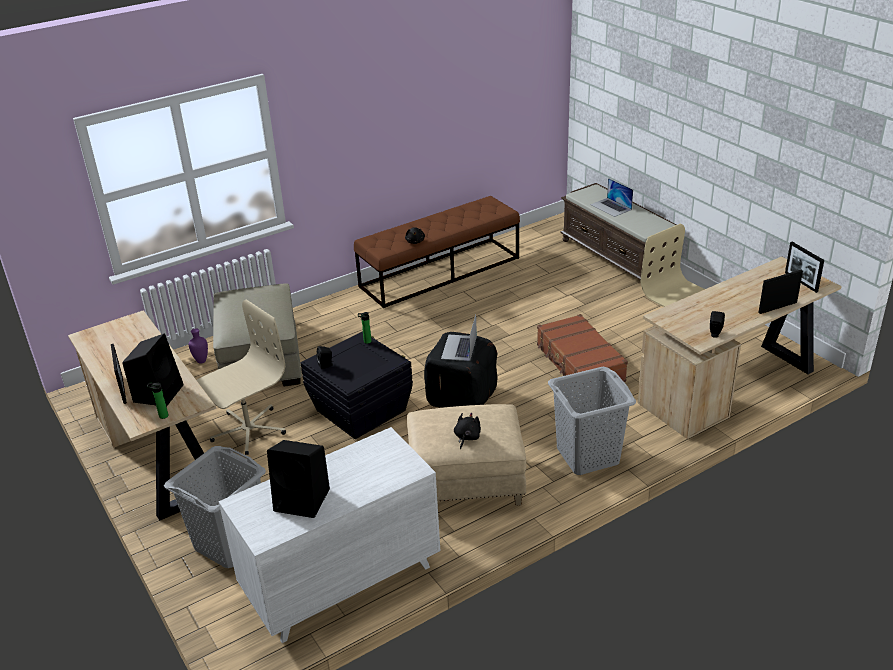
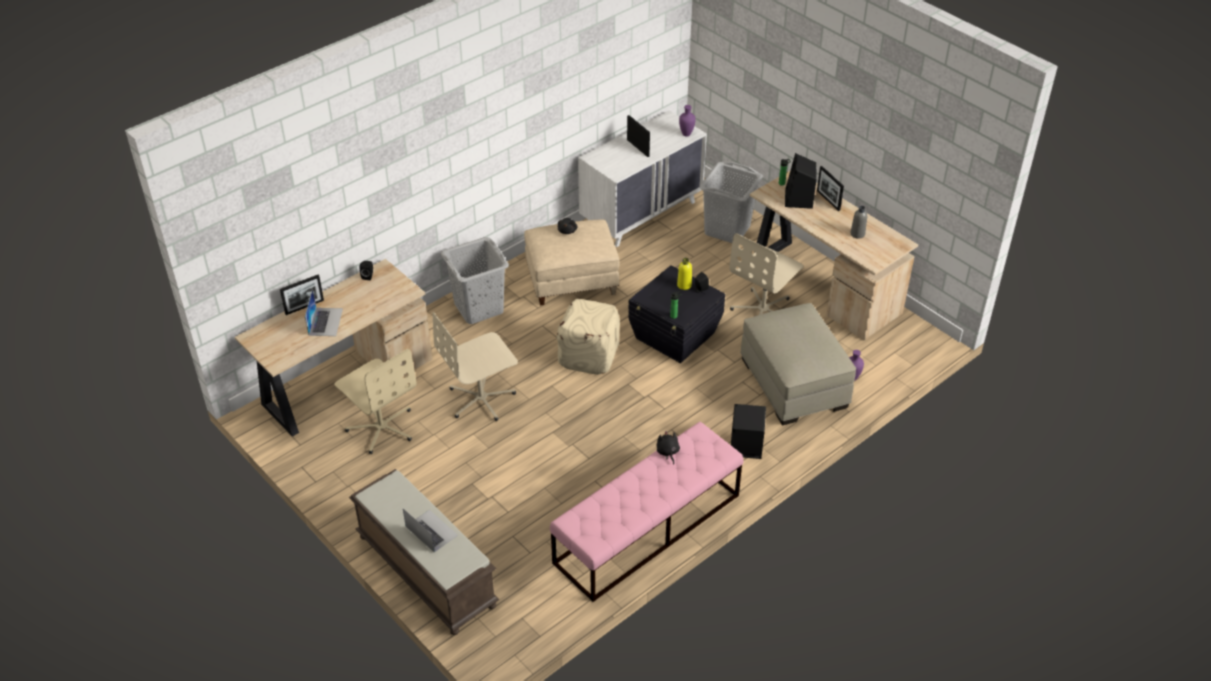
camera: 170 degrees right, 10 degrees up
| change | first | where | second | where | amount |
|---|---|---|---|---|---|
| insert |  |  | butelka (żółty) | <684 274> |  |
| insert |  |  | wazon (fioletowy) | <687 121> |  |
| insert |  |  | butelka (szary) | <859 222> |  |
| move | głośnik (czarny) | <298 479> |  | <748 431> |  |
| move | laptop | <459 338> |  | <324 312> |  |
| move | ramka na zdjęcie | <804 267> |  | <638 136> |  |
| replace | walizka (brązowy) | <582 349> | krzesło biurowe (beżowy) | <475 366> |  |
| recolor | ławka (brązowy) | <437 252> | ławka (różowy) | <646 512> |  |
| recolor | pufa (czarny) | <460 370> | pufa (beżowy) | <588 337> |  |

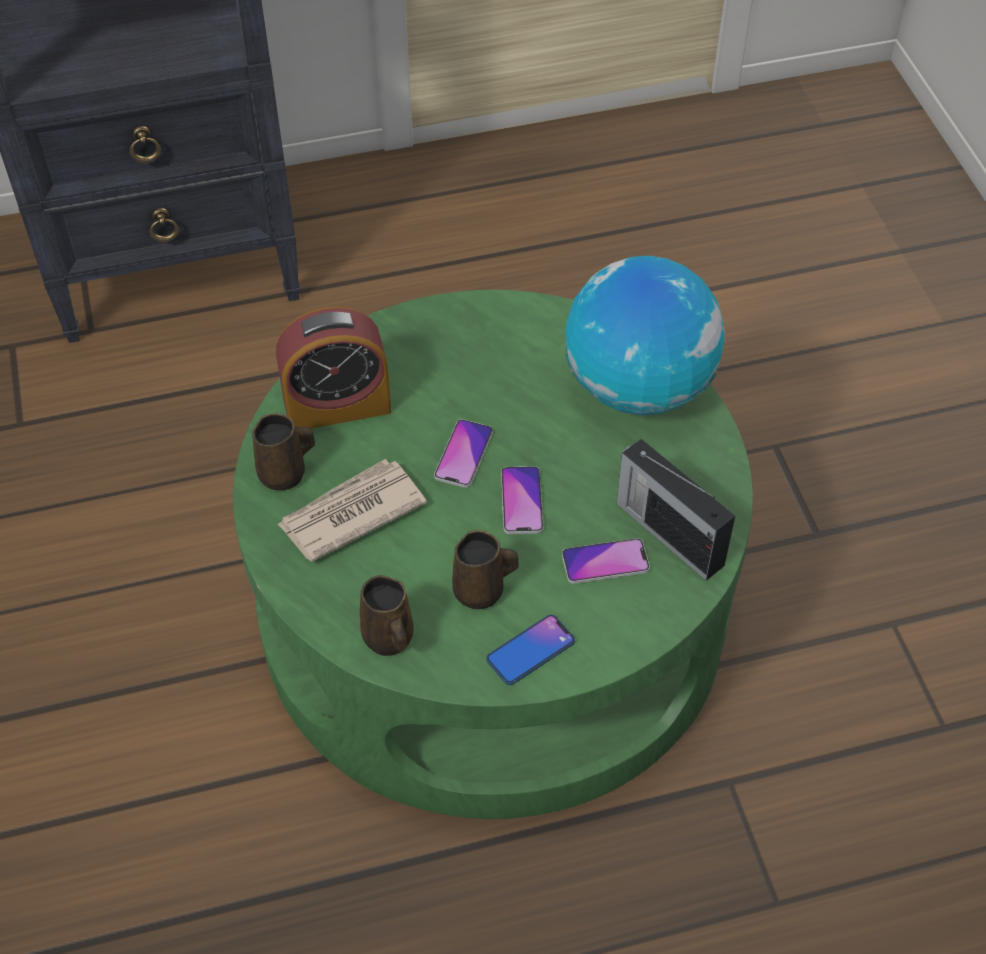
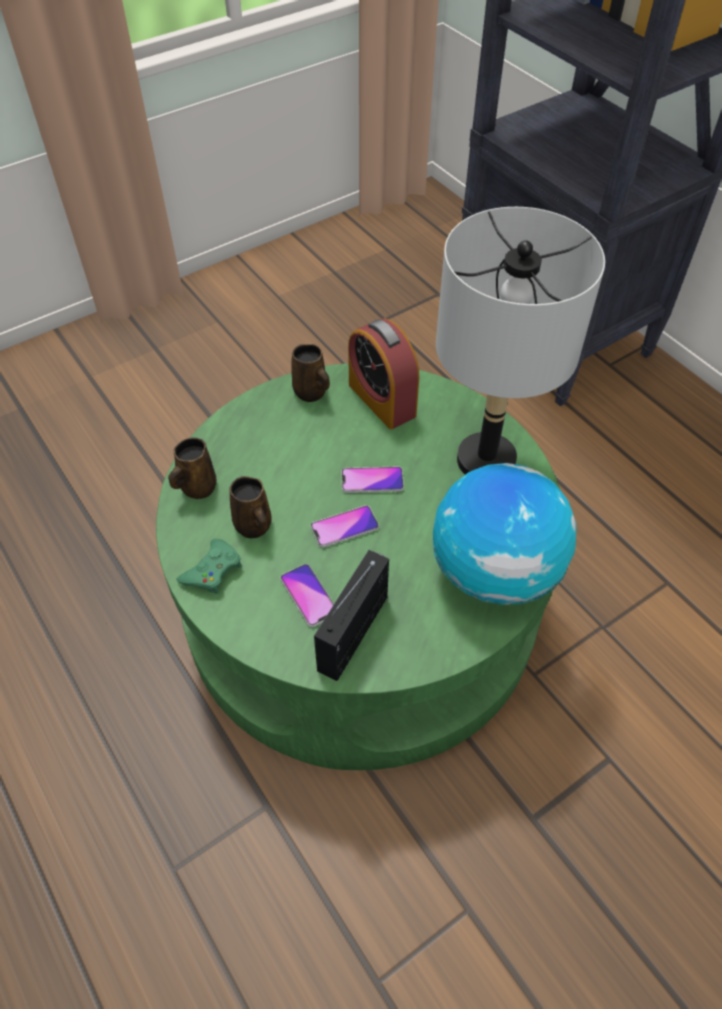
camera: 70 degrees right, 0 degrees up
| change | first | where | second | where | amount |
|---|---|---|---|---|---|
| delete | gazeta | <352 510> |  |  |  |
| insert |  |  | lampa stołowa (szary) | <520 341> |  |
| replace | telefon | <530 649> | pad do gier (zielony) | <209 566> |  |

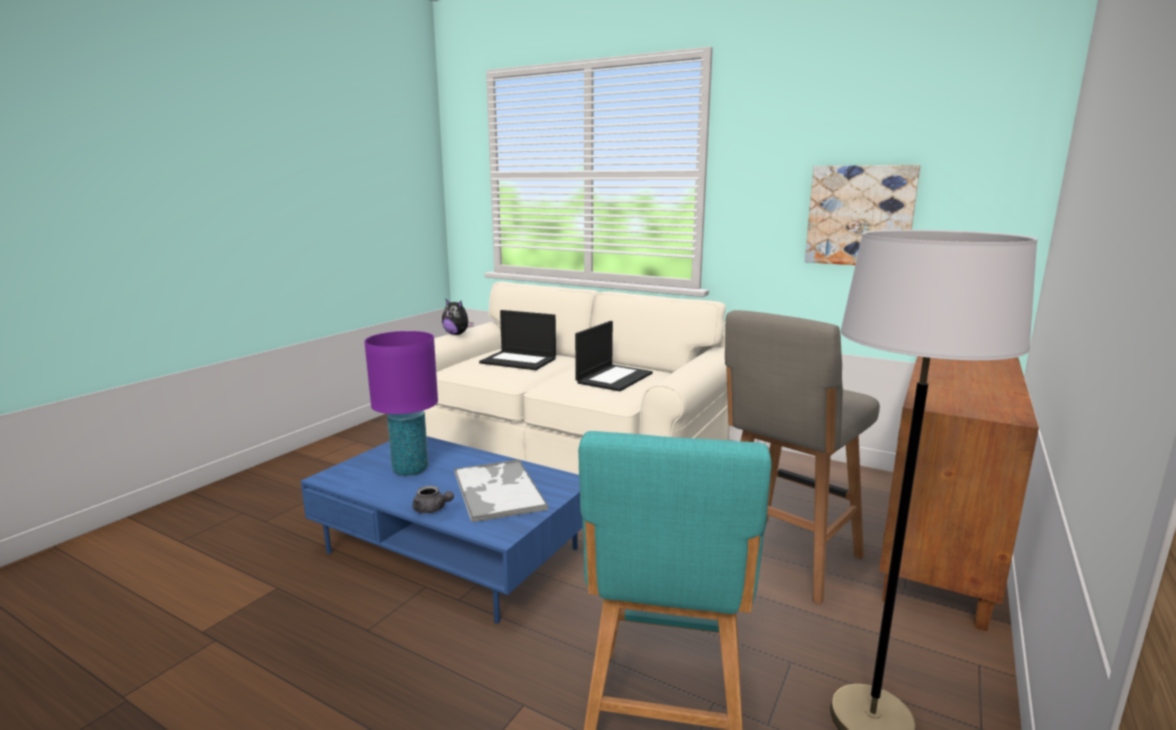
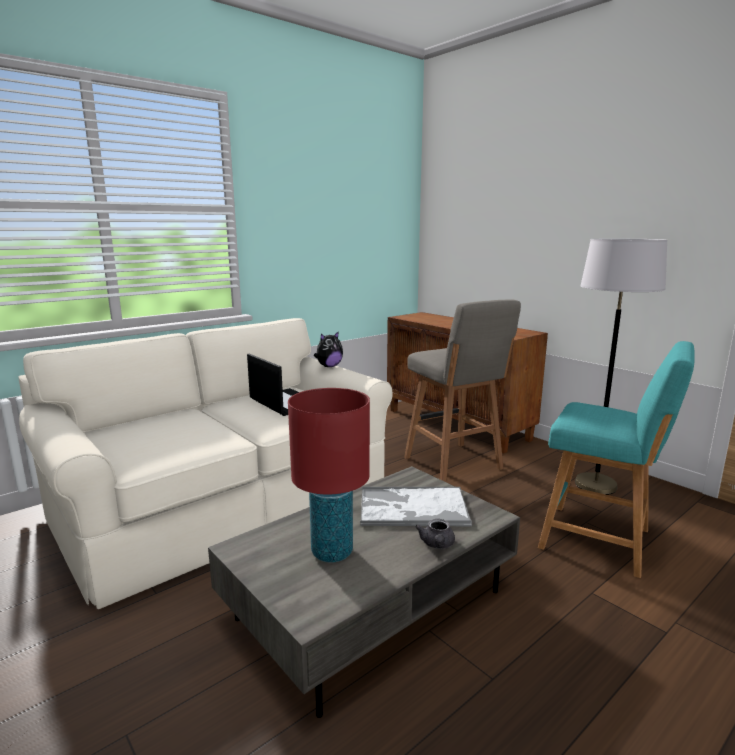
camera: 70 degrees left, 0 degrees up
| change | first | where | second | where | amount |
|---|---|---|---|---|---|
| delete | laptop | <517 340> |  |  |  |
| delete | obraz | <862 215> |  |  |  |
| move | pluszak | <457 317> |  | <328 349> |  |
| recolor | ława (niebieski) | <442 530> | ława (szary) | <364 592> |  |
| recolor | lampa stołowa (fioletowy) | <401 403> | lampa stołowa (czerwony) | <329 475> |  |
| rotate | imbryk (szary) | <433 499> |  | <435 534> | 135 degrees clockwise |

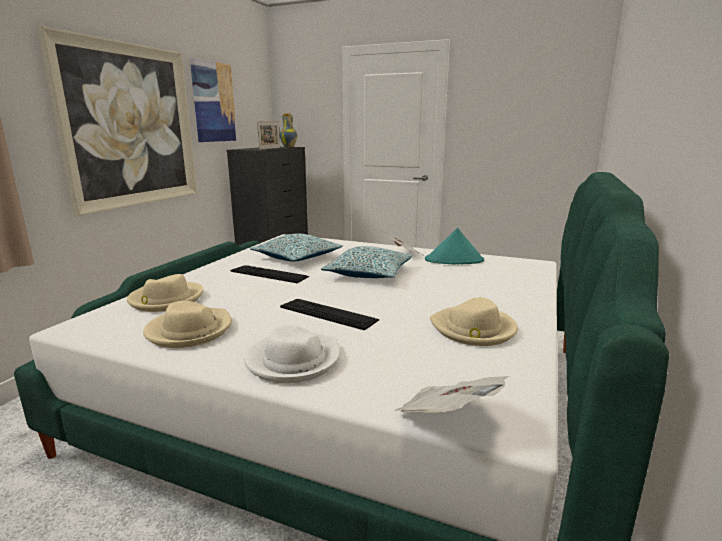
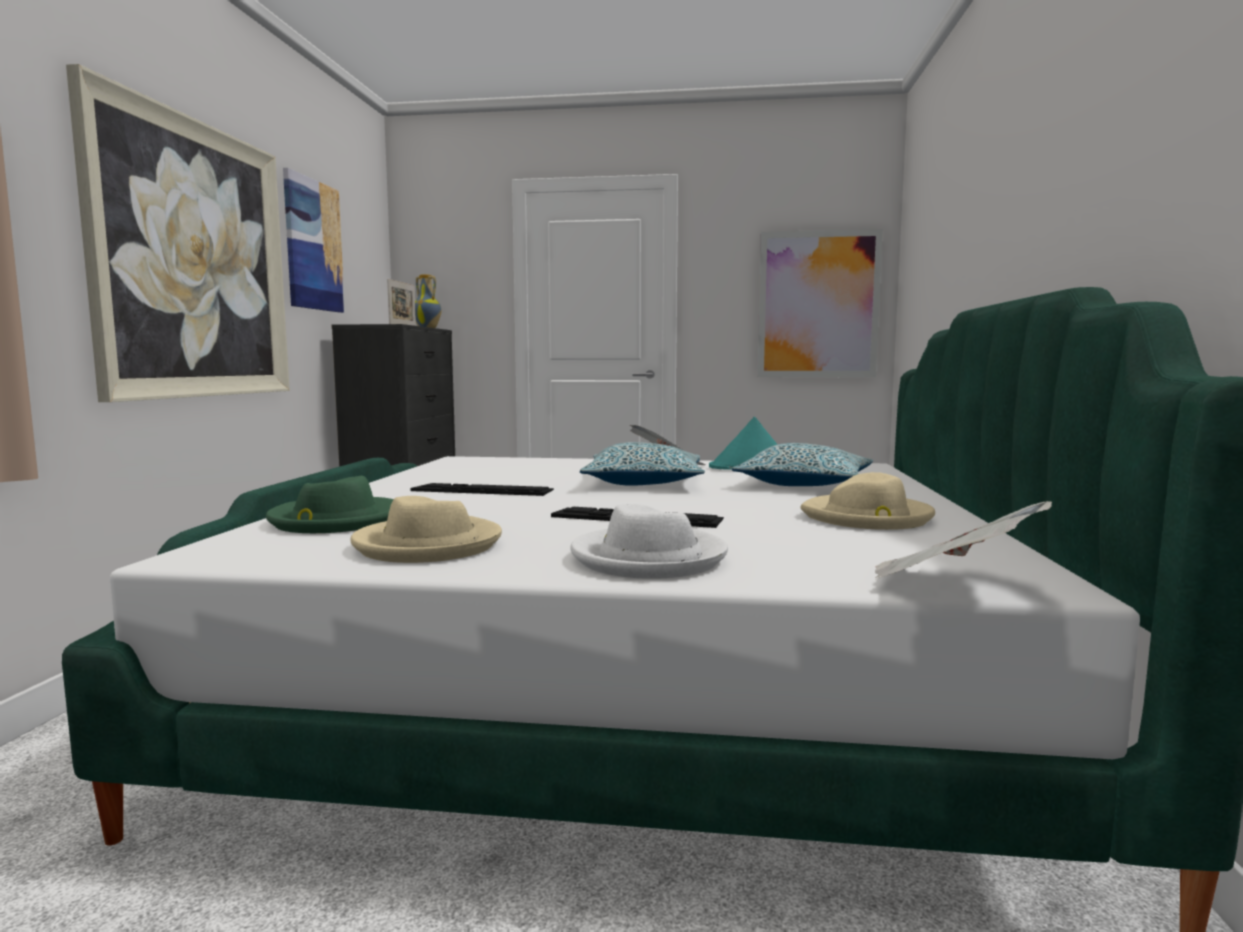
camera: 15 degrees left, 10 degrees down
| change | first | where | second | where | amount |
|---|---|---|---|---|---|
| insert |  |  | obraz | <820 303> |  |
| move | poduszka | <296 247> |  | <802 464> |  |
| recolor | kapelusz (beżowy) | <165 293> | kapelusz (zielony) | <329 504> |  |

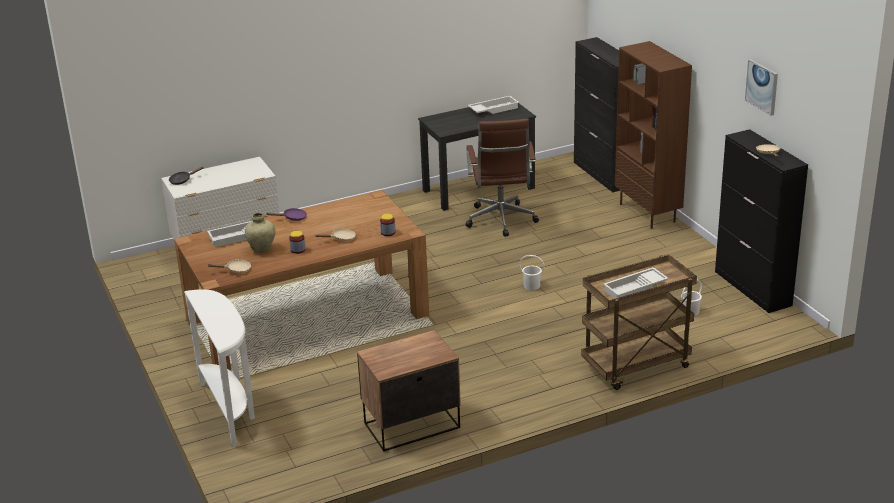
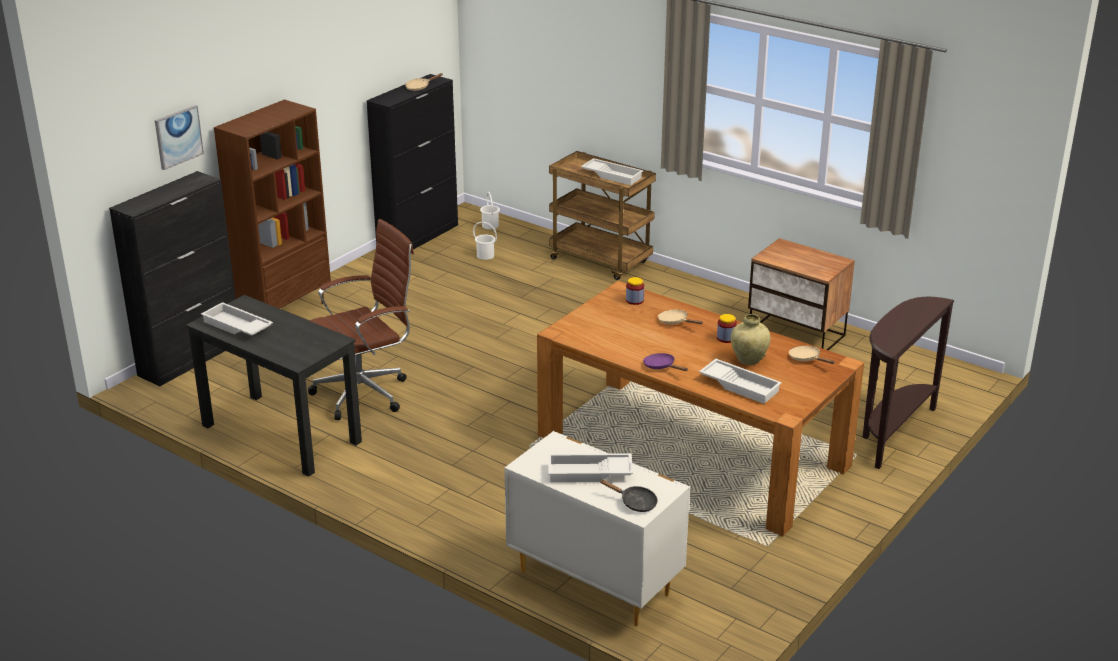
camera: 120 degrees left, 0 degrees up
| change | first | where | second | where | amount |
|---|---|---|---|---|---|
| insert |  |  | taca (biały) | <590 467> |  |
| move | wiadro (biały) | <532 272> |  | <490 210> |  |
| move | obraz | <761 87> |  | <179 137> |  |
| recolor | stolik konsolowy (biały) | <219 368> | stolik konsolowy (brązowy) | <908 383> |  |

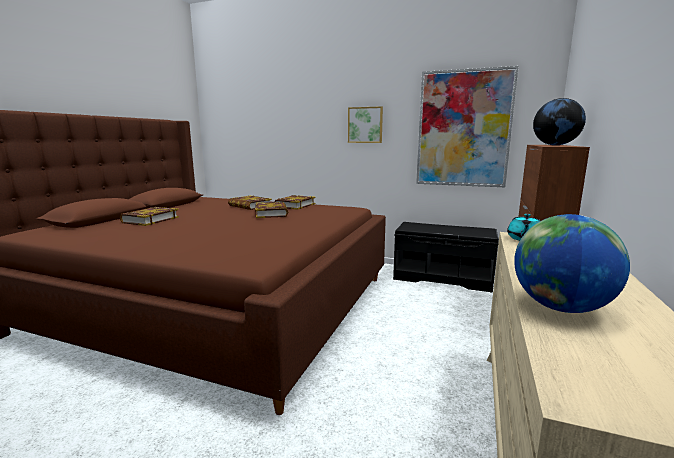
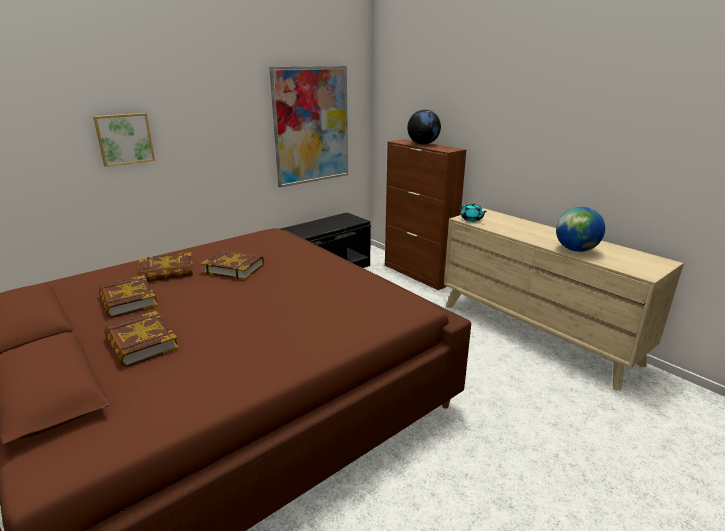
camera: 60 degrees left, 10 degrees up
| change | first | where | second | where | amount |
|---|---|---|---|---|---|
| move | książka | <294 202> |  | <128 296> |  |
| move | obraz | <365 124> |  | <124 140> |  |

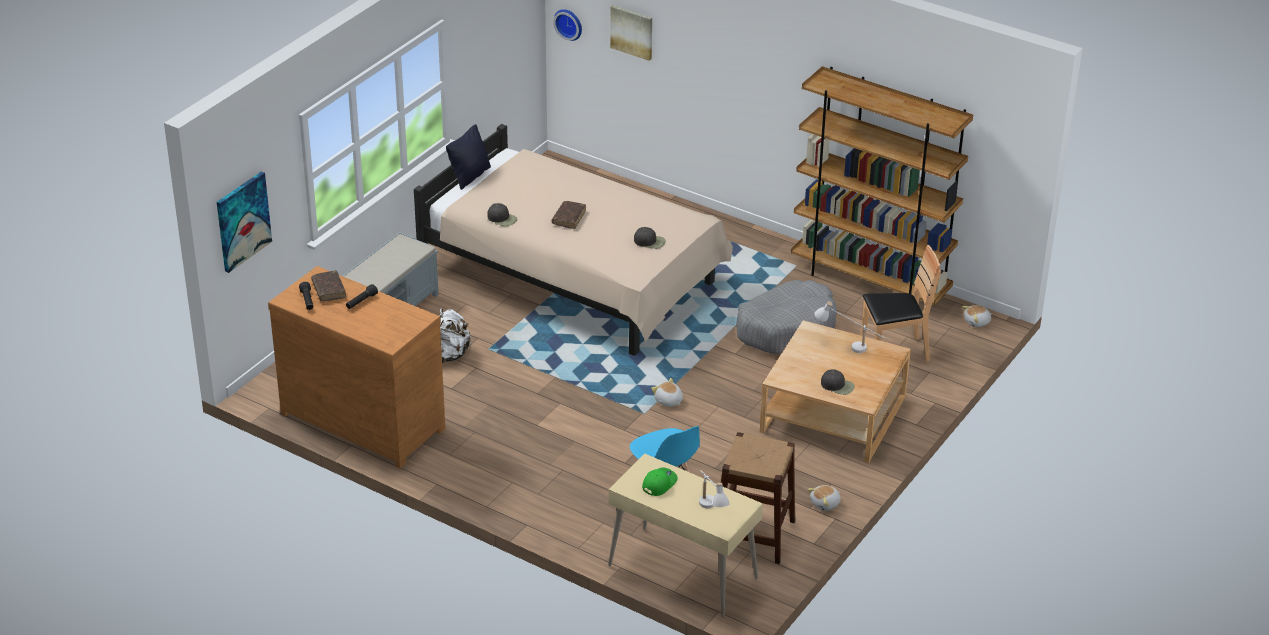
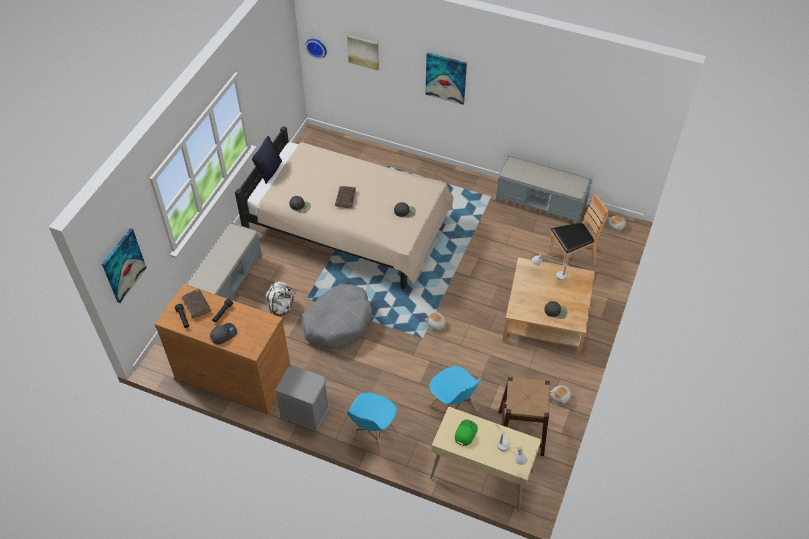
camera: 10 degrees left, 15 degrees up
| change | first | where | second | where | amount |
|---|---|---|---|---|---|
| insert |  |  | czapka z daszkiem (szary) | <223 334> |  |
| insert |  |  | szafka nocna (szary) | <302 400> |  |
| insert |  |  | krzesło (niebieski) | <372 424> |  |
| insert |  |  | obraz | <446 79> |  |
| move | legowisko (szary) | <786 317> |  | <337 316> |  |
| replace | regał (brązowy) | <882 185> | ławka (szary) | <544 189> |  |

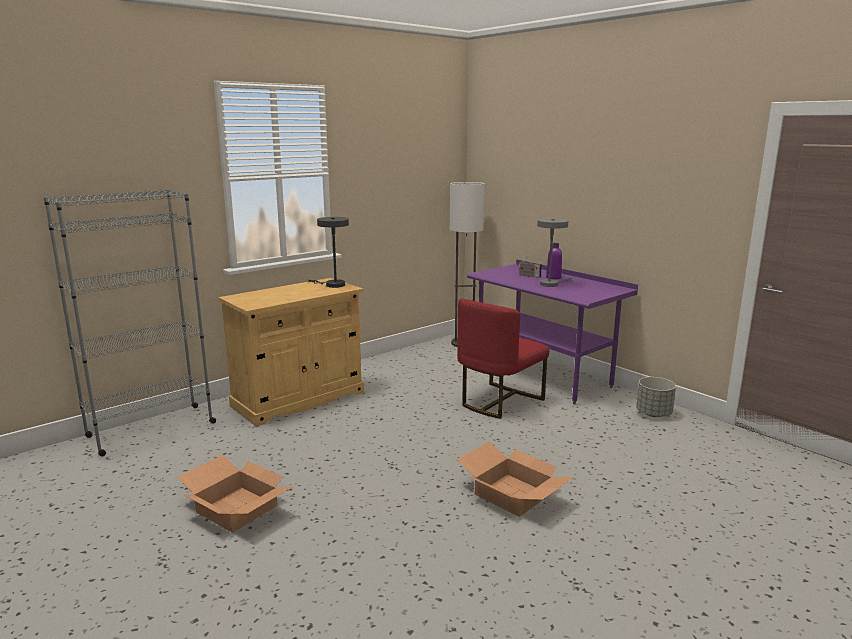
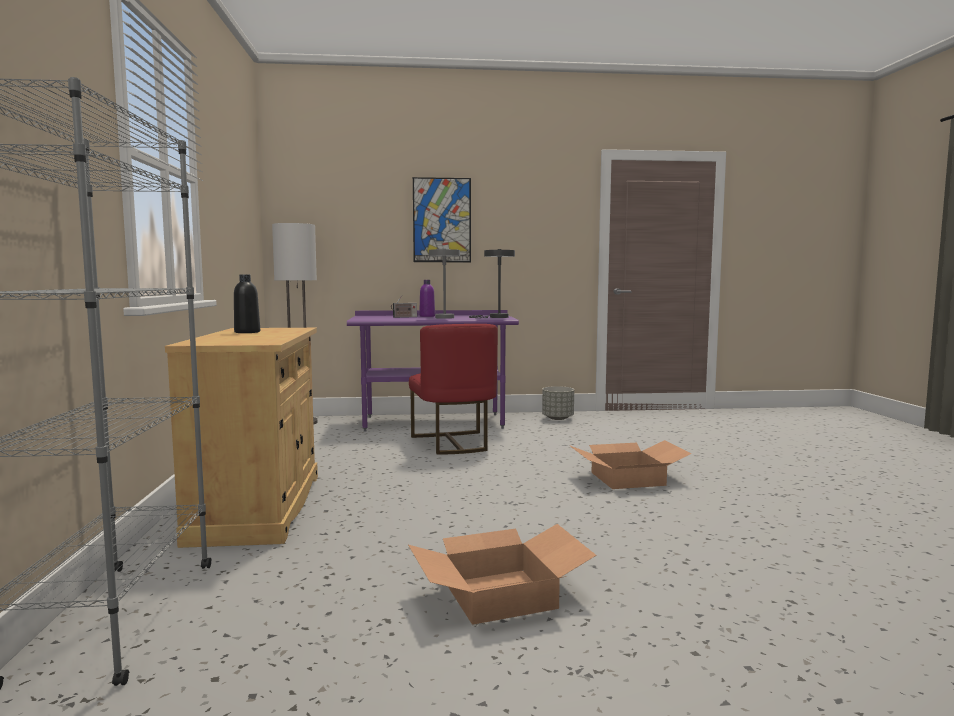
camera: 55 degrees left, 10 degrees down
| change | first | where | second | where | amount |
|---|---|---|---|---|---|
| insert |  |  | butelka (czarny) | <247 303> |  |
| insert |  |  | obraz | <442 219> |  |
| move | lampa stołowa (szary) | <329 252> |  | <492 283> |  |

